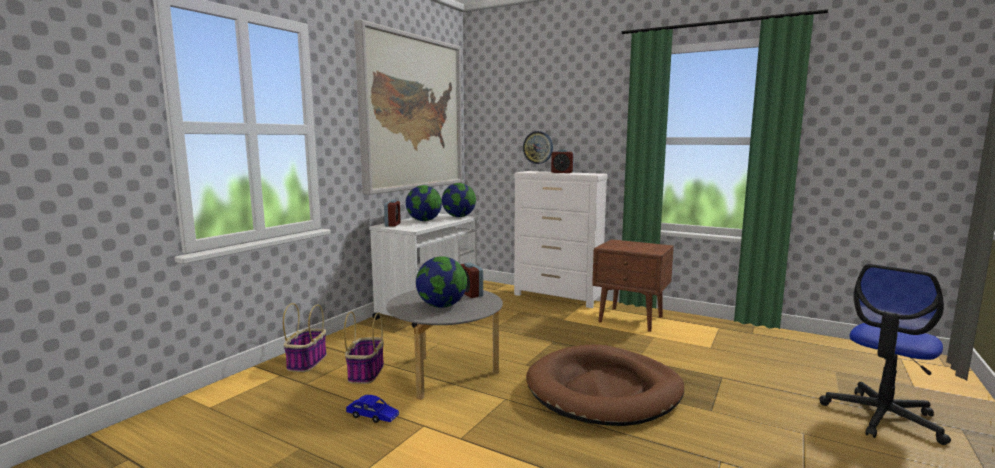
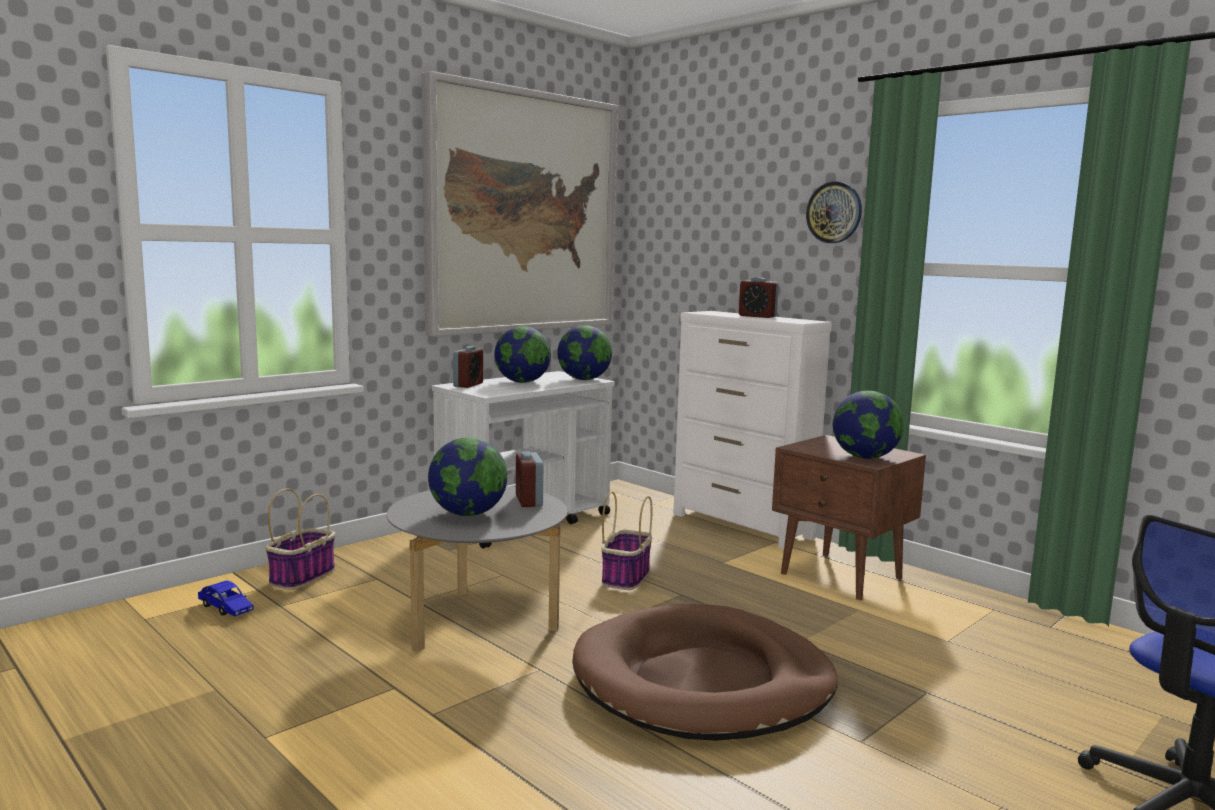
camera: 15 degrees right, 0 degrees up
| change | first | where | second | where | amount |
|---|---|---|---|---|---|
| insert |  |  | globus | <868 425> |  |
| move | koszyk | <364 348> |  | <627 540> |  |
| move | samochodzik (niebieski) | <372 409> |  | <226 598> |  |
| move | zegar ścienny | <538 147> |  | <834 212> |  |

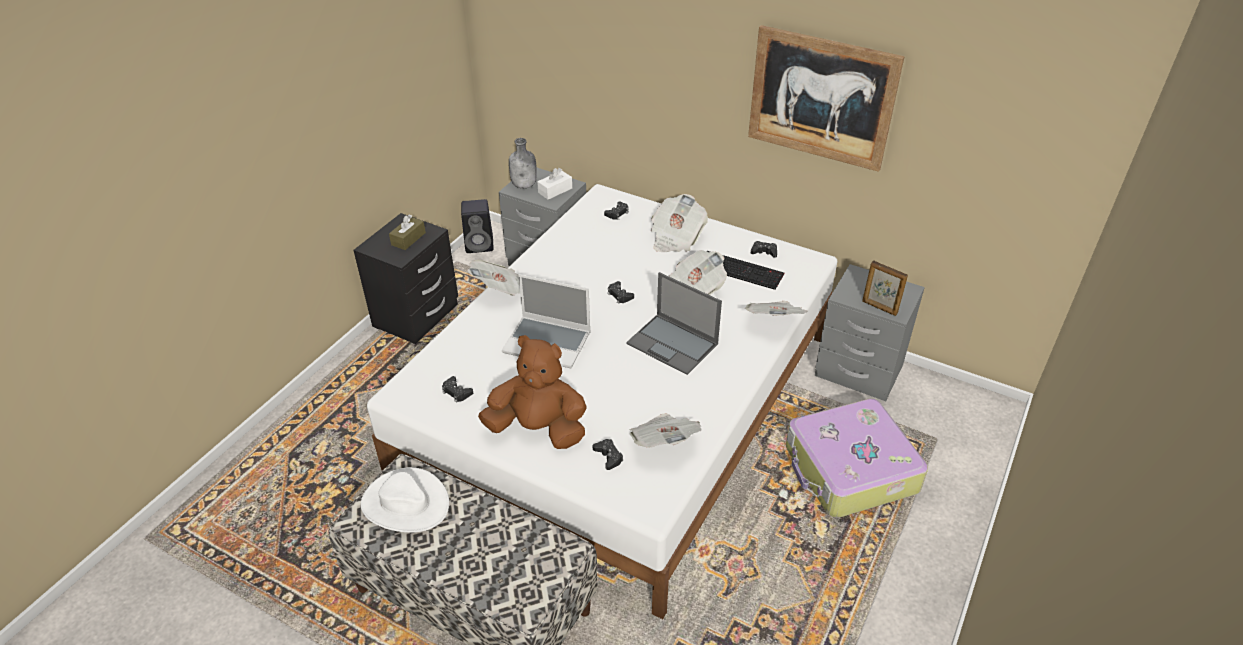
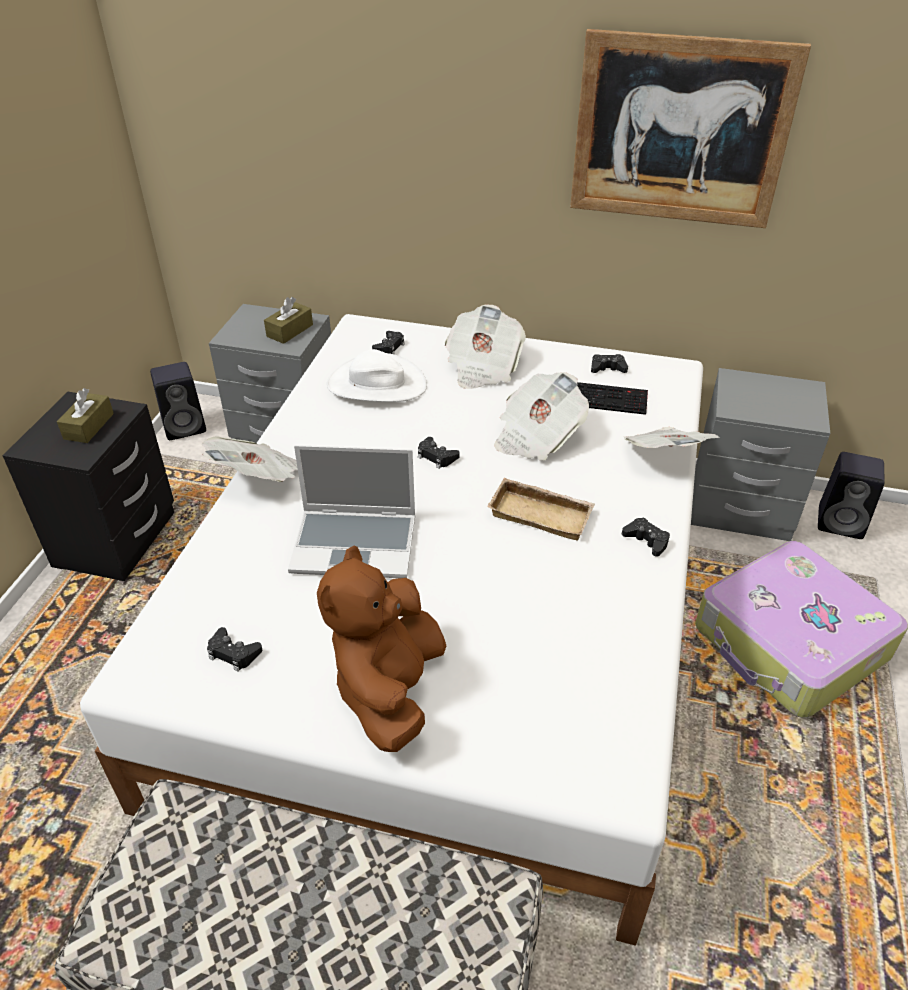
camera: 15 degrees left, 0 degrees up
| change | first | where | second | where | amount |
|---|---|---|---|---|---|
| delete | butelka (szary) | <523 163> |  |  |  |
| delete | gazeta | <665 430> |  |  |  |
| delete | ramka na zdjęcie | <885 288> |  |  |  |
| insert |  |  | głośnik (czarny) | <851 495> |  |
| move | kapelusz (biały) | <405 500> |  | <377 375> |  |
| move | pad do gier (czarny) | <608 454> |  | <646 537> |  |
| replace | laptop | <674 323> | taca (beżowy) | <541 509> |  |
| recolor | pudełko chusteczek (biały) | <554 184> | pudełko chusteczek (brązowy) | <288 320> |  |
| rotate | pluszak (brązowy) | <532 392> |  | <381 649> | 75 degrees counterclockwise |

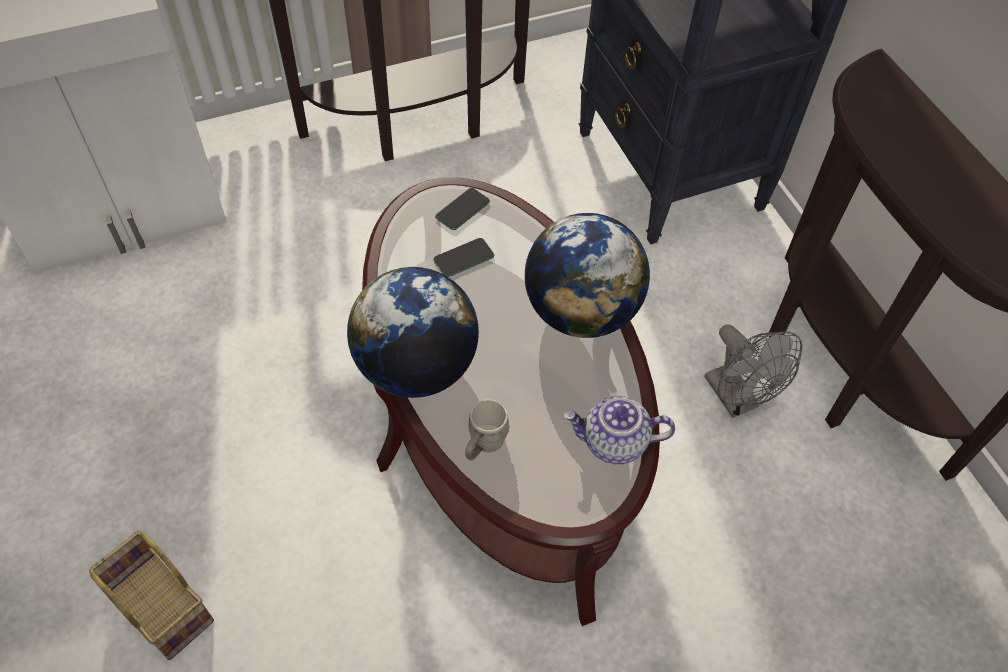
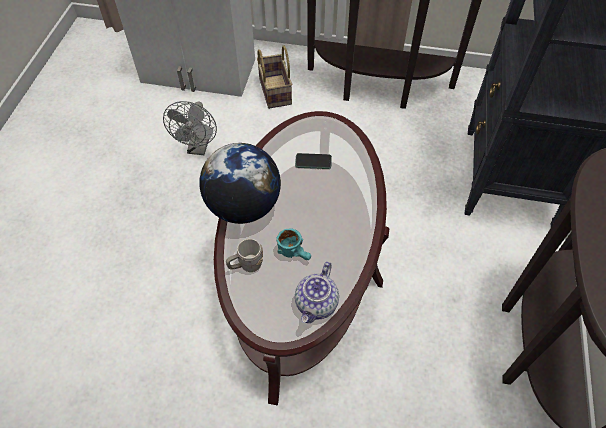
camera: 35 degrees right, 0 degrees up
| change | first | where | second | where | amount |
|---|---|---|---|---|---|
| delete | telefon | <462 209> |  |  |  |
| delete | globus | <587 275> |  |  |  |
| insert |  |  | kubek (turkusowy) | <293 244> |  |
| move | koszyk | <151 595> |  | <274 77> |  |
| move | wentylator (szary) | <753 371> |  | <190 128> |  |
| rotate | imbryk | <619 430> |  | <317 292> | 105 degrees counterclockwise |

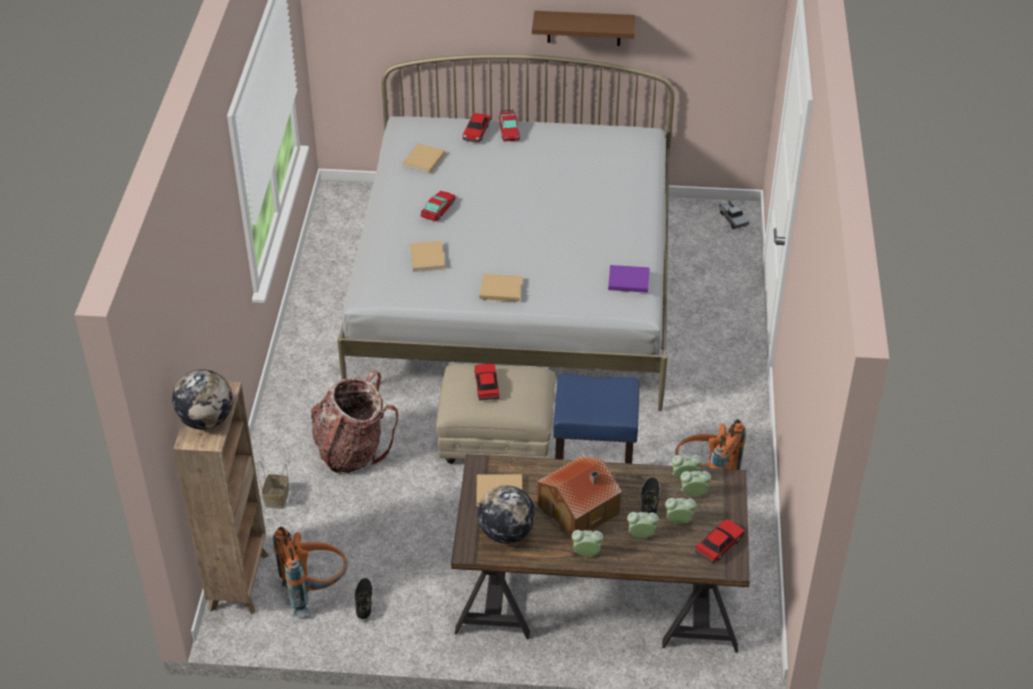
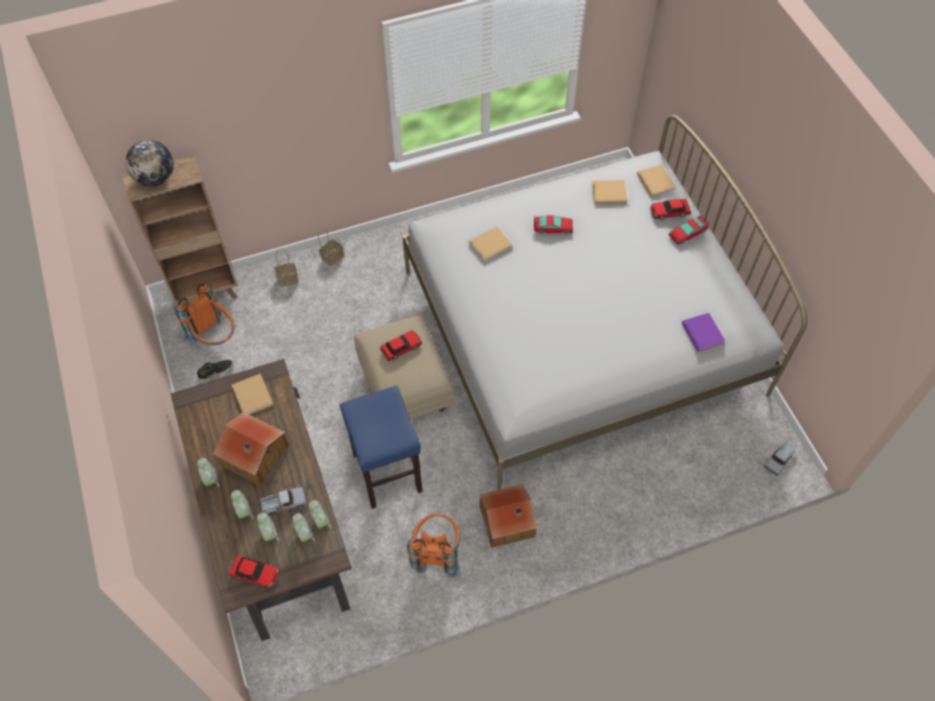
camera: 65 degrees right, 15 degrees up
| change | first | where | second | where | amount |
|---|---|---|---|---|---|
| delete | plecak | <354 421> |  |  |  |
| delete | globus | <506 514> |  |  |  |
| delete | półka (brązowy) | <583 28> |  |  |  |
| insert |  |  | koszyk | <331 247> |  |
| insert |  |  | domek | <508 516> |  |
| move | książka (beżowy) | <501 288> |  | <656 181> |  |
| move | książka (fioletowy) | <629 279> |  | <703 332> |  |
| replace | but (czarny) | <650 495> | ciężarówka zabawkowa | <282 501> |  |

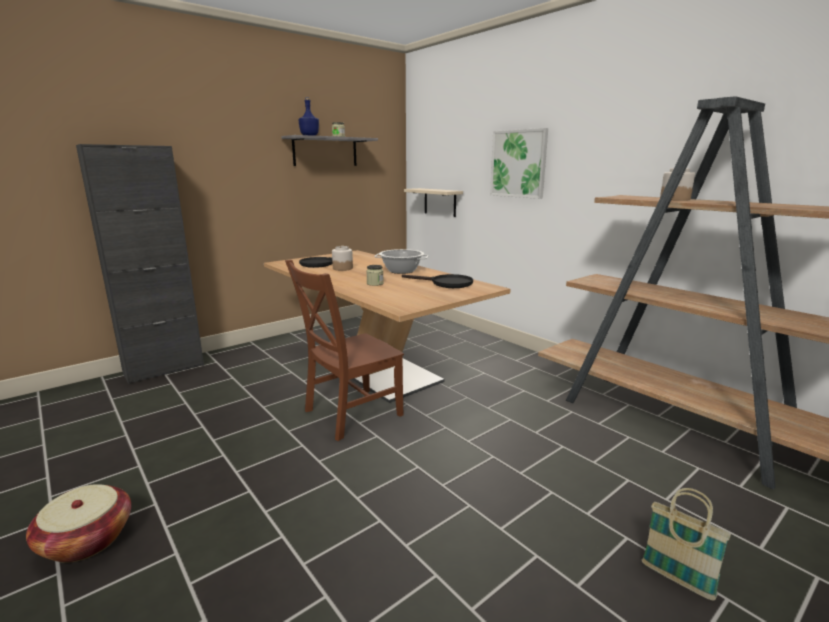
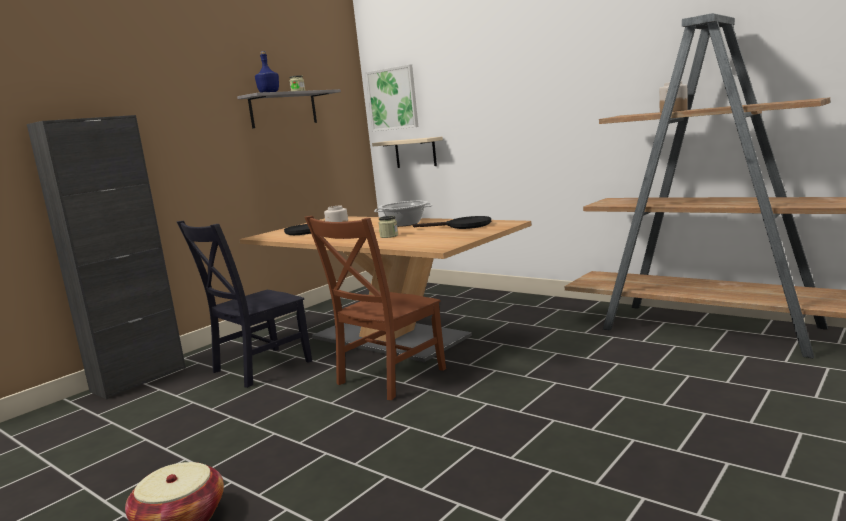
camera: 10 degrees left, 5 degrees down
| change | first | where | second | where | amount |
|---|---|---|---|---|---|
| delete | koszyk | <686 544> |  |  |  |
| insert |  |  | krzesło (czarny) | <244 304> |  |
| move | obraz | <519 163> |  | <391 97> |  |

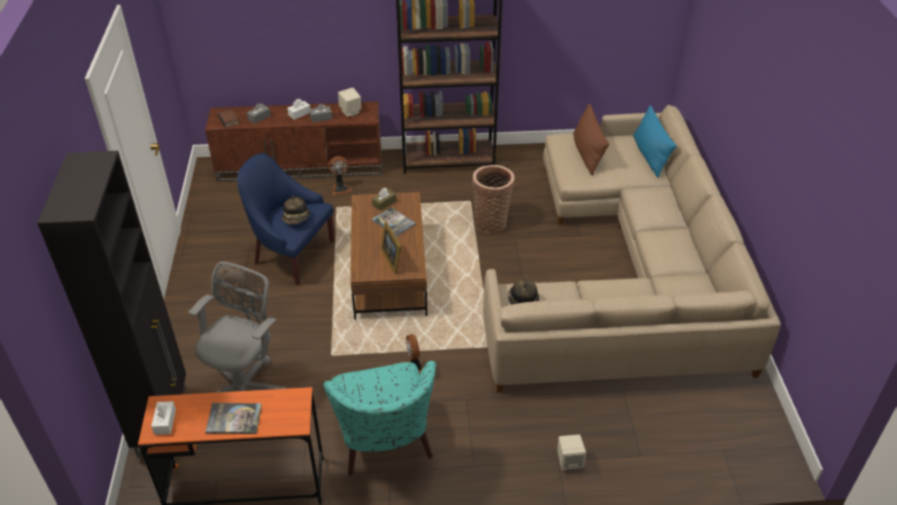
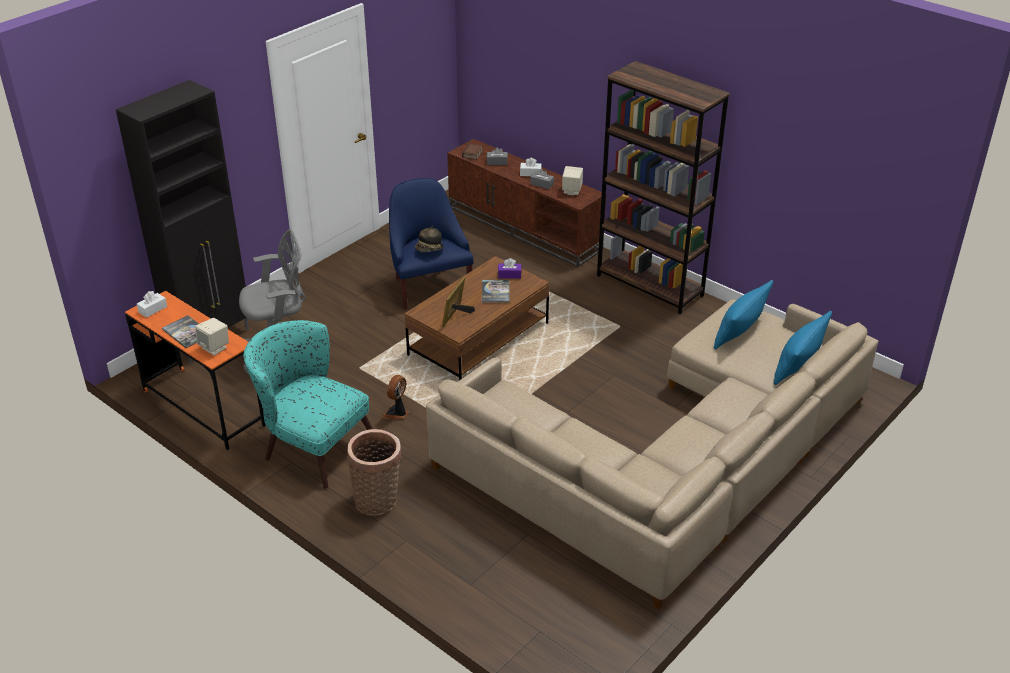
camera: 45 degrees right, 5 degrees down
| change | first | where | second | where | amount |
|---|---|---|---|---|---|
| delete | wentylator | <340 176> |  |  |  |
| delete | kapelusz | <523 291> |  |  |  |
| move | koszyk | <493 199> |  | <374 472> |  |
| move | głośnik (beżowy) | <571 452> |  | <212 337> |  |
| recolor | pudełko chusteczek (brązowy) | <384 199> | pudełko chusteczek (fioletowy) | <510 268> |  |
| recolor | poduszka (brązowy) | <591 139> | poduszka (niebieski) | <743 315> |  |
| rotate | fotel (turkusowy) | <379 418> |  | <308 404> | 90 degrees clockwise |

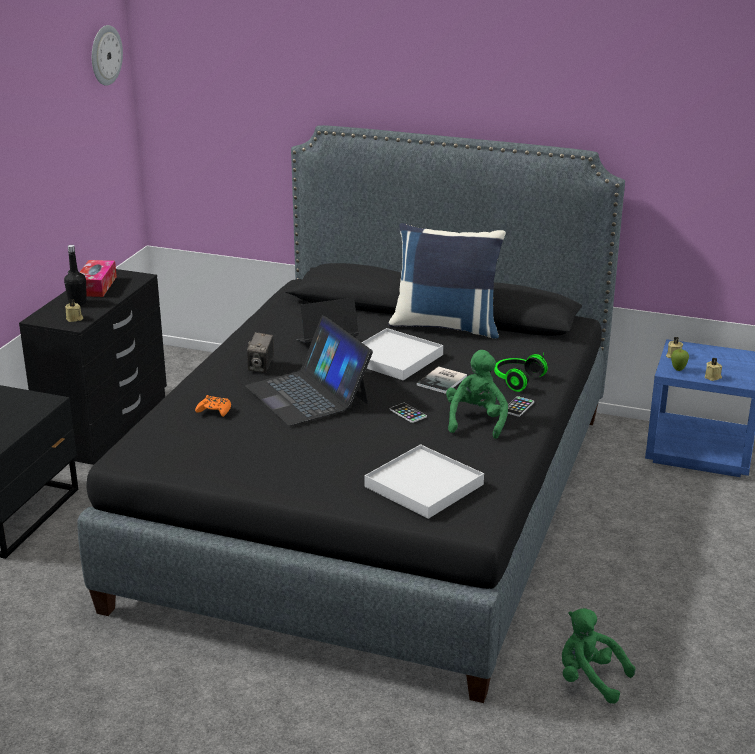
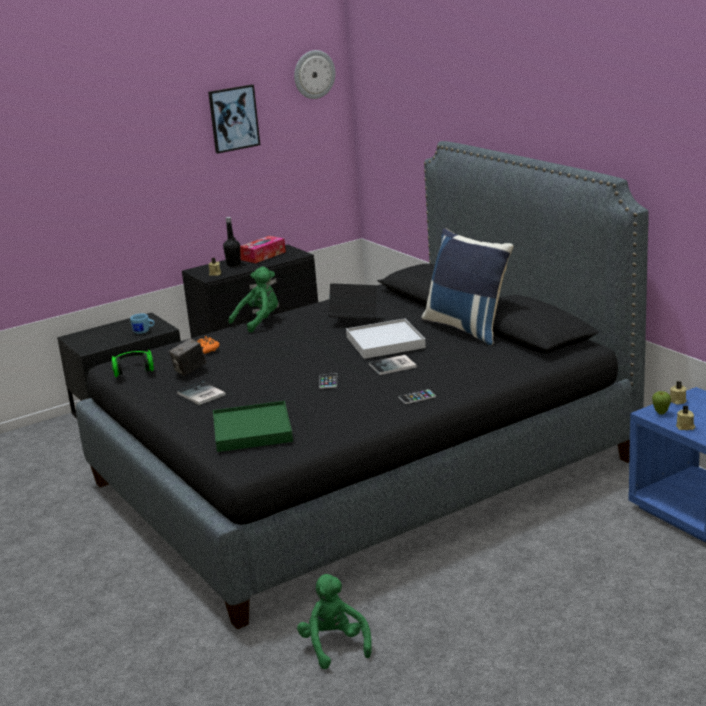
camera: 40 degrees right, 5 degrees down
| change | first | where | second | where | amount |
|---|---|---|---|---|---|
| delete | laptop | <309 371> |  |  |  |
| insert |  |  | kubek (niebieski) | <142 323> |  |
| insert |  |  | książka | <201 393> |  |
| insert |  |  | obraz | <234 118> |  |
| move | aparat fotograficzny | <260 352> |  | <187 357> |  |
| move | pluszak (zielony) | <477 394> |  | <253 300> |  |
| move | słuchawki | <521 372> |  | <133 363> |  |
| recolor | taca (biały) | <424 481> | taca (zielony) | <253 426> |  |

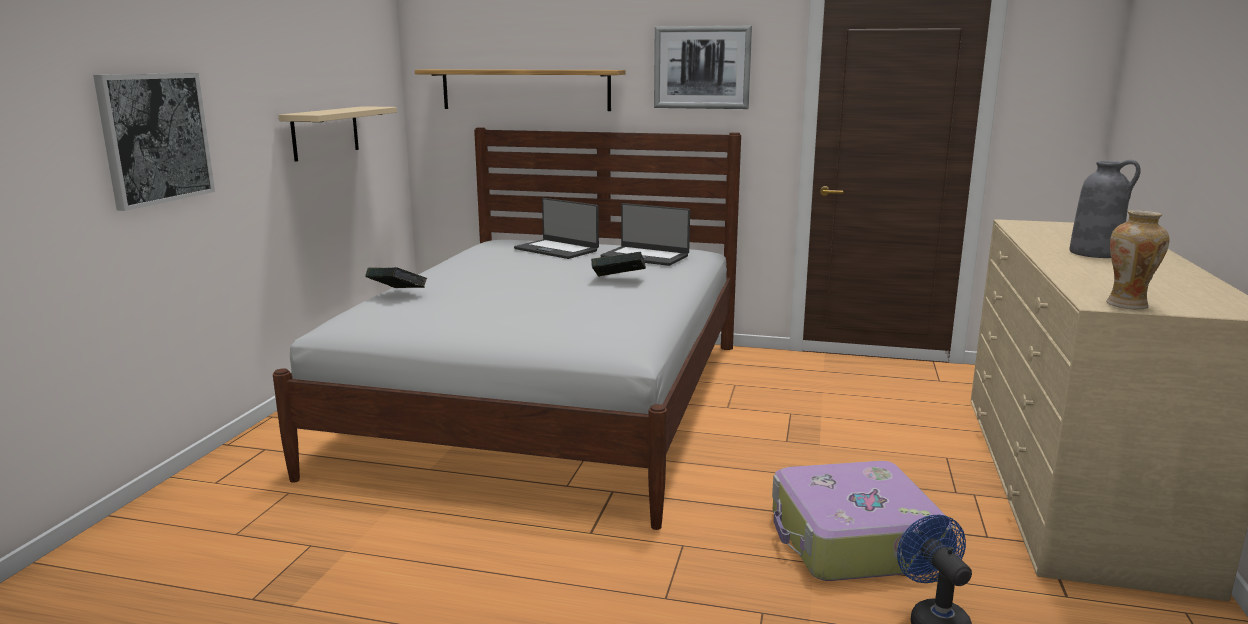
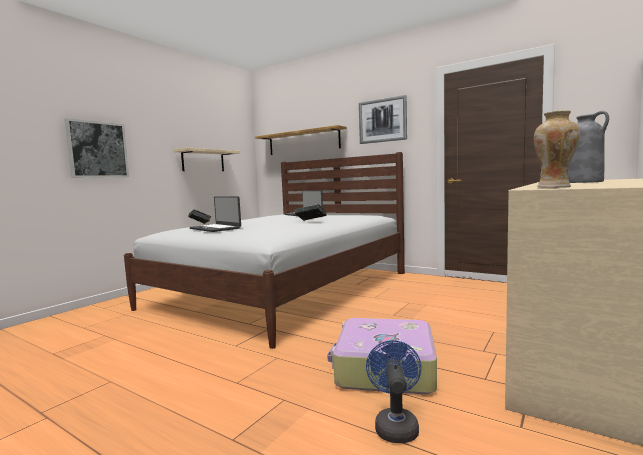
camera: 20 degrees right, 10 degrees down
| change | first | where | second | where | amount |
|---|---|---|---|---|---|
| move | laptop | <645 234> |  | <215 214> |  |

